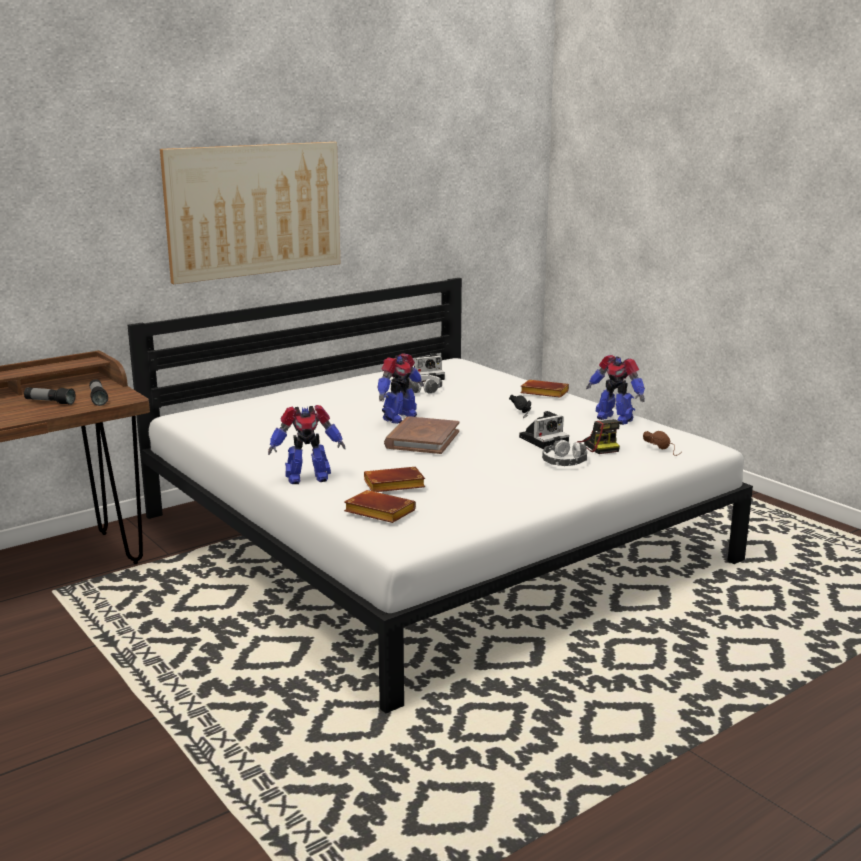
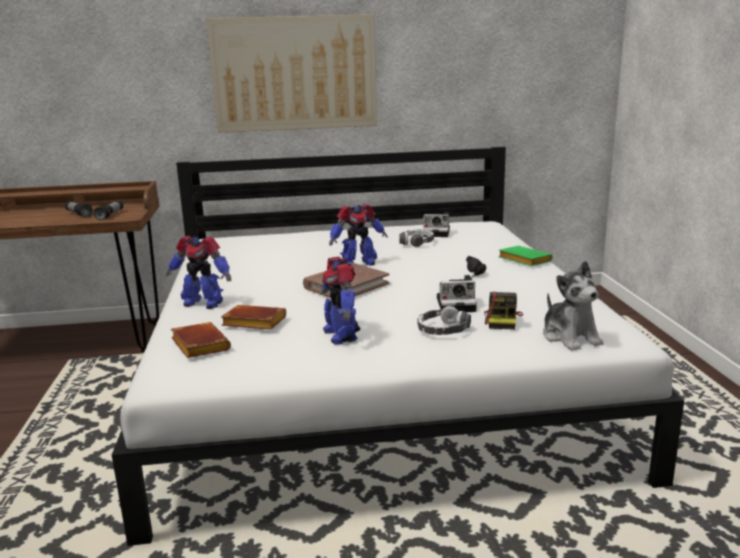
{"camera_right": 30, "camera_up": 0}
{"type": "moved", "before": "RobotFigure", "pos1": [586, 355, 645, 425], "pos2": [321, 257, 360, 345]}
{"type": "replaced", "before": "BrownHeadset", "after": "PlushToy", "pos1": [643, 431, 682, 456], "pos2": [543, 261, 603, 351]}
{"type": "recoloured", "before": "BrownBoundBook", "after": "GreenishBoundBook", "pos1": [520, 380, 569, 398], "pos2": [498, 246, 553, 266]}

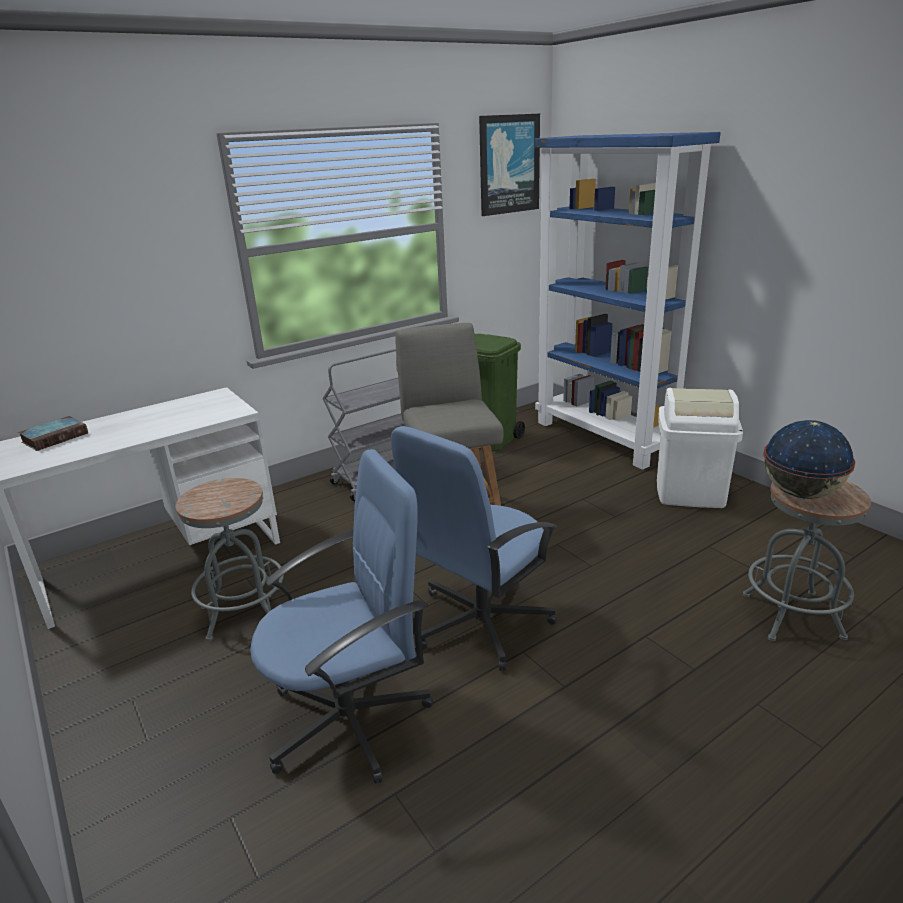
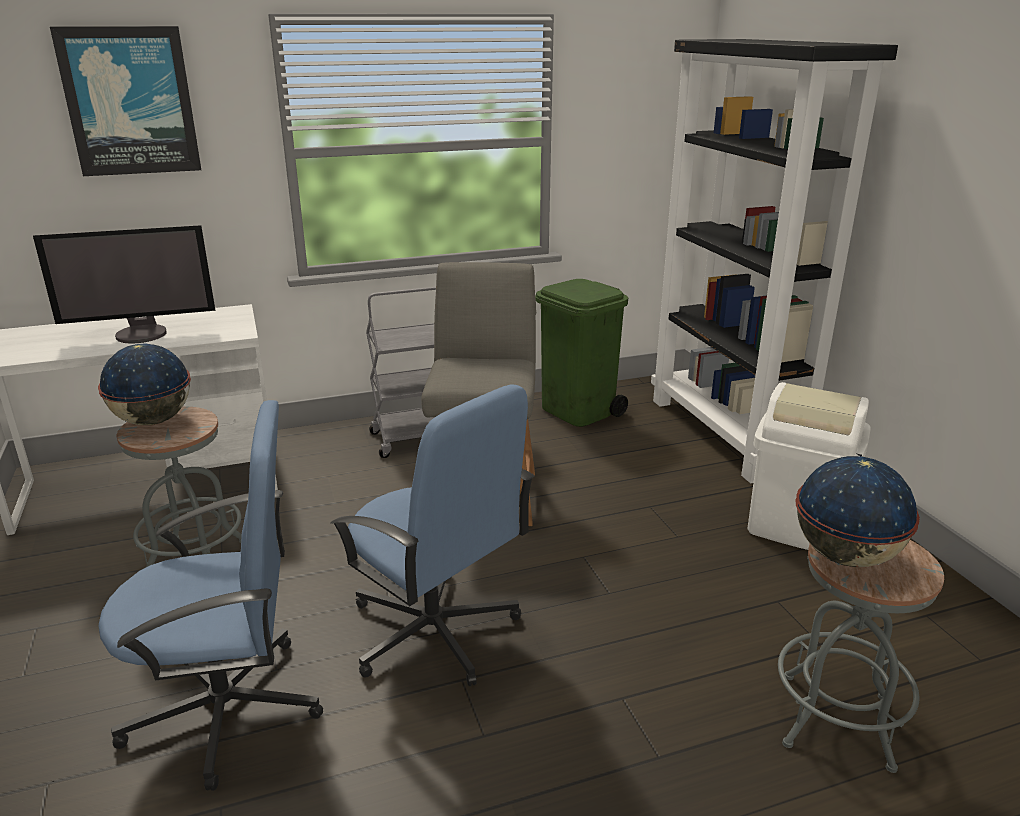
{"camera_right": 15, "camera_up": 0}
{"type": "removed", "before": "BoundBook", "pos1": [18, 416, 88, 451]}
{"type": "added", "after": "Monitor", "pos2": [33, 225, 215, 343]}
{"type": "added", "after": "Globe", "pos2": [98, 343, 191, 425]}
{"type": "moved", "before": "WallPicture", "pos1": [479, 114, 540, 216], "pos2": [50, 26, 201, 176]}
{"type": "recoloured", "before": "BluishBookcase", "after": "BlackishBookcase", "pos1": [535, 132, 721, 470], "pos2": [651, 39, 898, 483]}
{"type": "turned", "before": "BluishOfficeChair", "pos1": [391, 426, 557, 671], "pos2": [330, 384, 534, 686], "turn": -105}

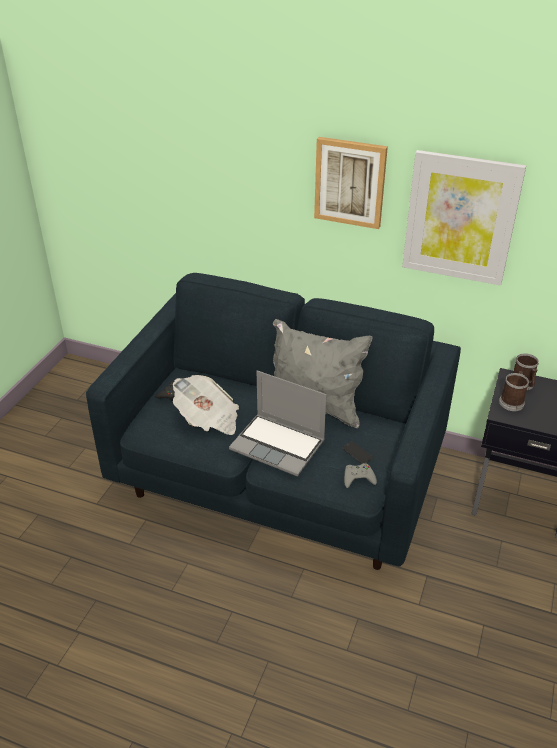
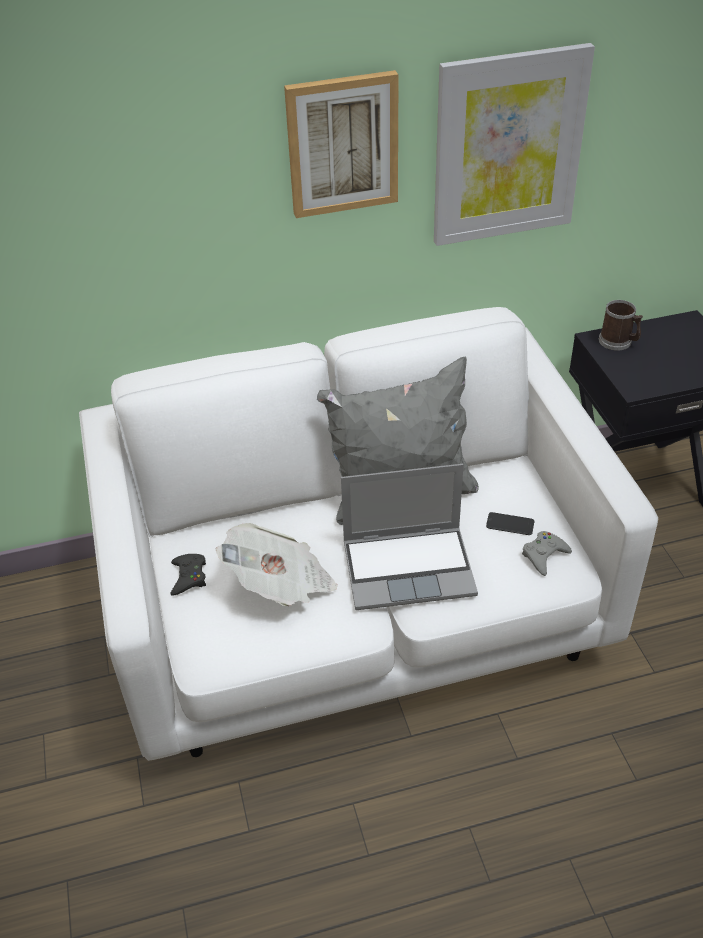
{"camera_right": -35, "camera_up": 5}
{"type": "removed", "before": "CoffeeMug", "pos1": [499, 371, 529, 411]}
{"type": "recoloured", "before": "BluishSettee", "after": "WhitishSettee", "pos1": [86, 273, 461, 570], "pos2": [79, 307, 658, 761]}

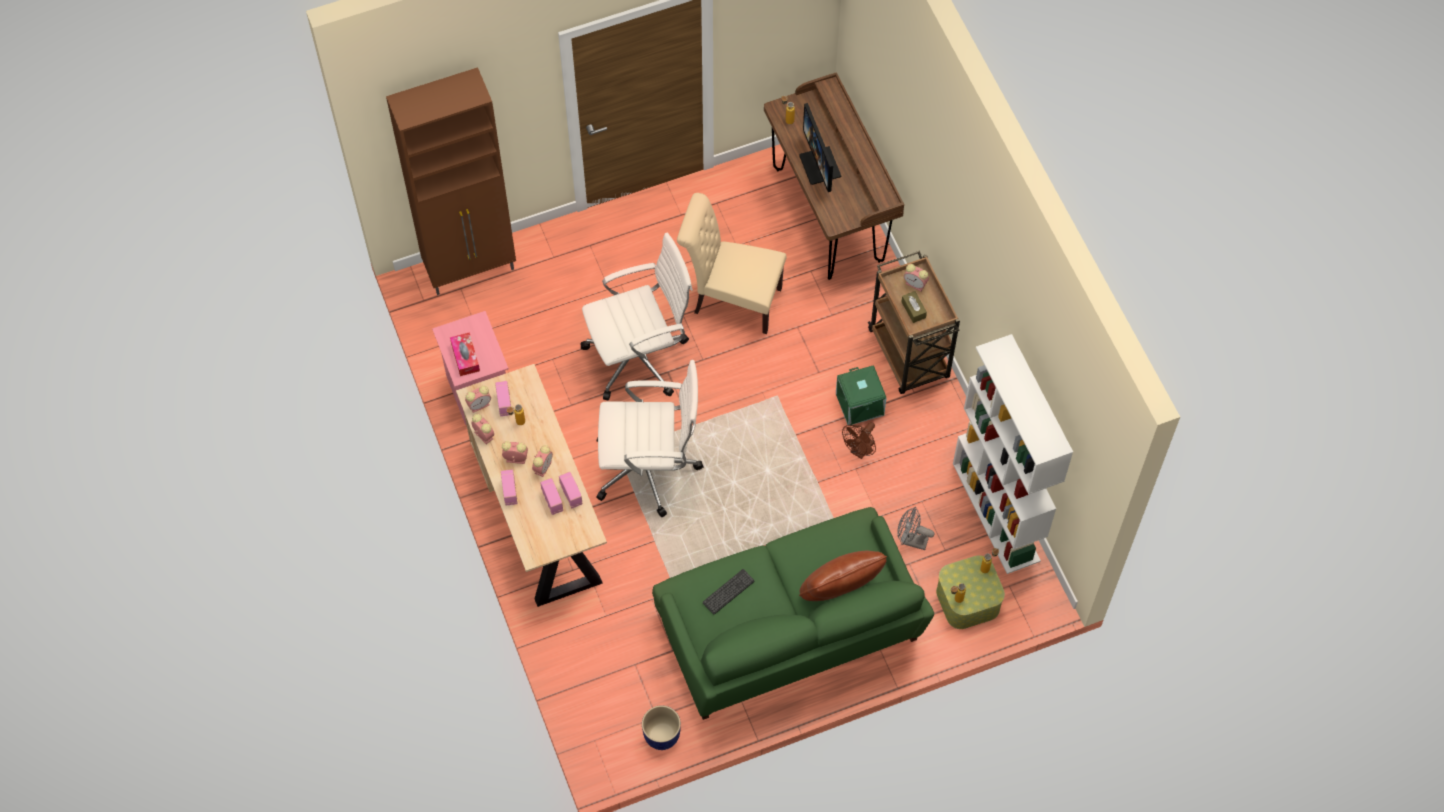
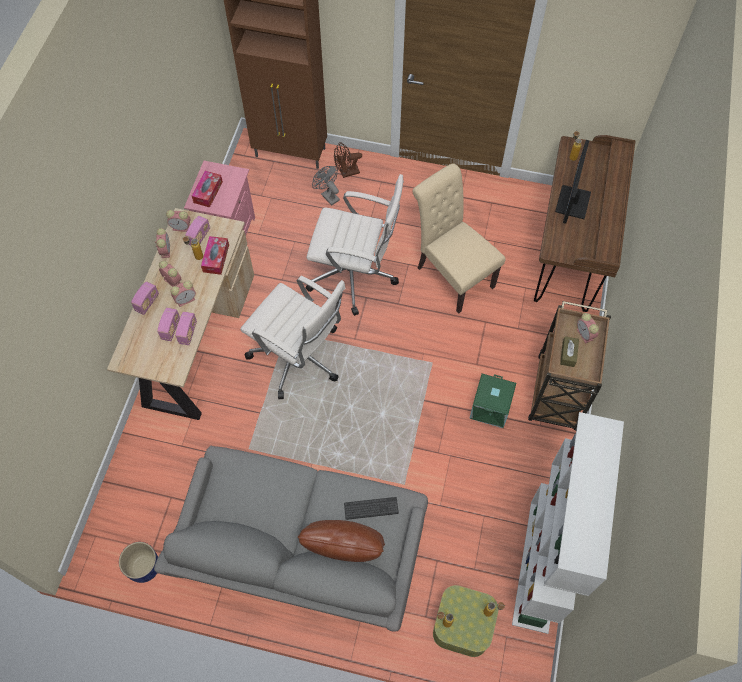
{"camera_right": 35, "camera_up": 0}
{"type": "added", "after": "BoxOfTissues", "pos2": [201, 236, 229, 275]}
{"type": "moved", "before": "Keyboard", "pos1": [703, 569, 754, 615], "pos2": [344, 497, 399, 520]}
{"type": "moved", "before": "BrownElectricFan", "pos1": [842, 422, 876, 459], "pos2": [334, 142, 362, 178]}
{"type": "moved", "before": "GreyishElectricFan", "pos1": [897, 507, 935, 550], "pos2": [312, 166, 340, 206]}
{"type": "recoloured", "before": "GreenishSettee", "after": "GreyishSettee", "pos1": [652, 507, 934, 720], "pos2": [154, 446, 428, 632]}

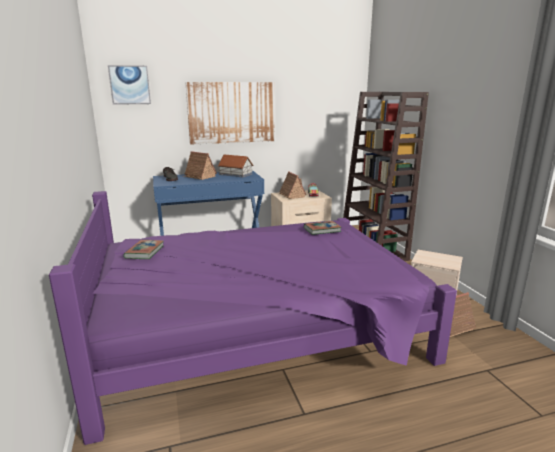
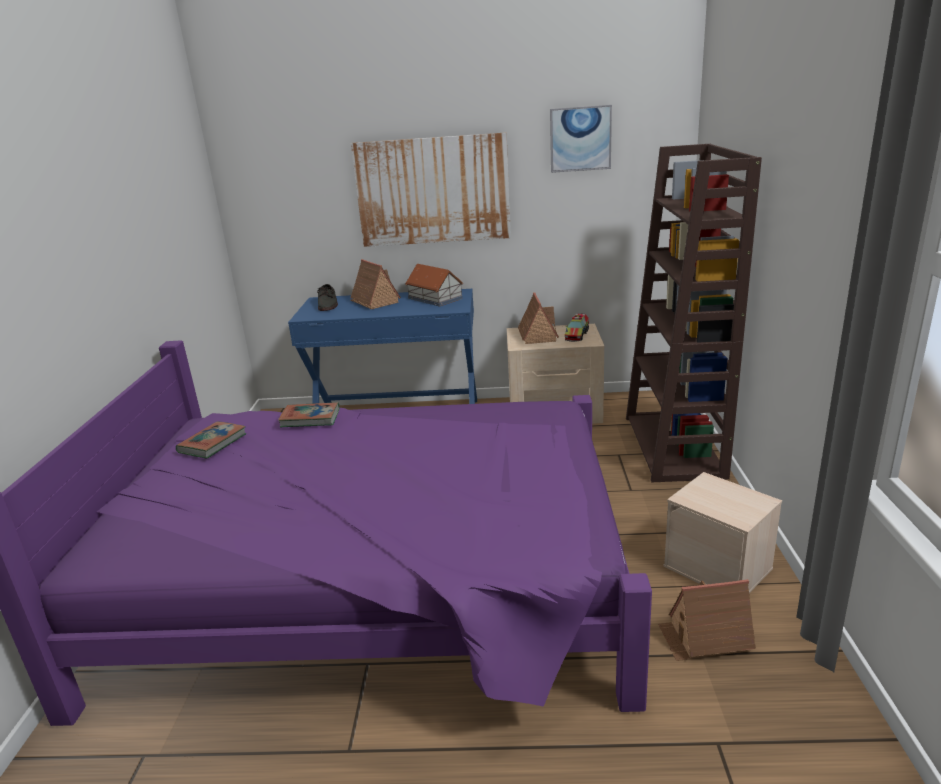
{"camera_right": 20, "camera_up": 5}
{"type": "moved", "before": "WallPicture", "pos1": [108, 65, 151, 105], "pos2": [550, 105, 612, 173]}
{"type": "moved", "before": "BoundBook", "pos1": [304, 221, 342, 235], "pos2": [278, 402, 340, 427]}

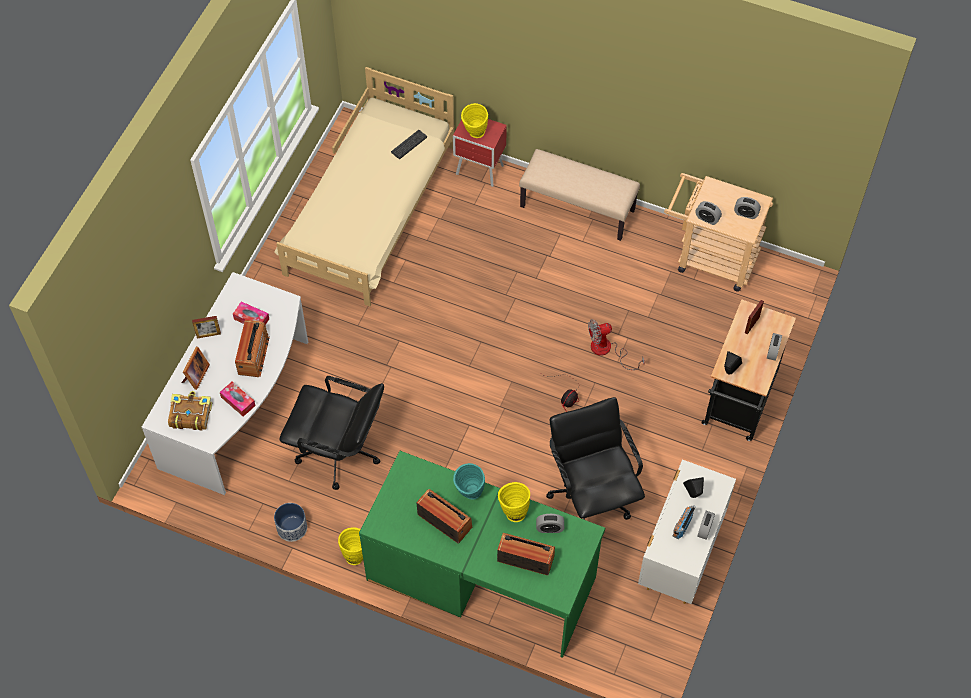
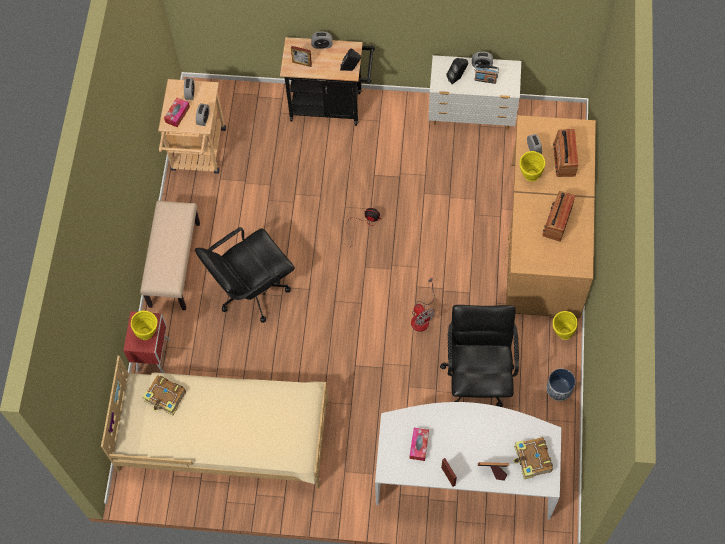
{"camera_right": -105, "camera_up": 5}
{"type": "removed", "before": "RadioSet", "pos1": [235, 320, 270, 377]}
{"type": "removed", "before": "BlueGreenDecorativeVase", "pos1": [453, 463, 485, 499]}
{"type": "moved", "before": "BoxOfTissues", "pos1": [220, 382, 256, 417], "pos2": [164, 98, 190, 127]}
{"type": "moved", "before": "BlackishOfficeChair", "pos1": [546, 397, 645, 520], "pos2": [195, 227, 295, 323]}
{"type": "moved", "before": "ElectricFan", "pos1": [588, 319, 645, 370], "pos2": [411, 277, 435, 332]}
{"type": "replaced", "before": "Keyboard", "after": "BoundBook", "pos1": [391, 130, 427, 159], "pos2": [143, 375, 186, 415]}
{"type": "recoloured", "before": "GreenishDeskTable", "after": "BrownDeskTable", "pos1": [359, 451, 605, 658], "pos2": [505, 115, 596, 318]}

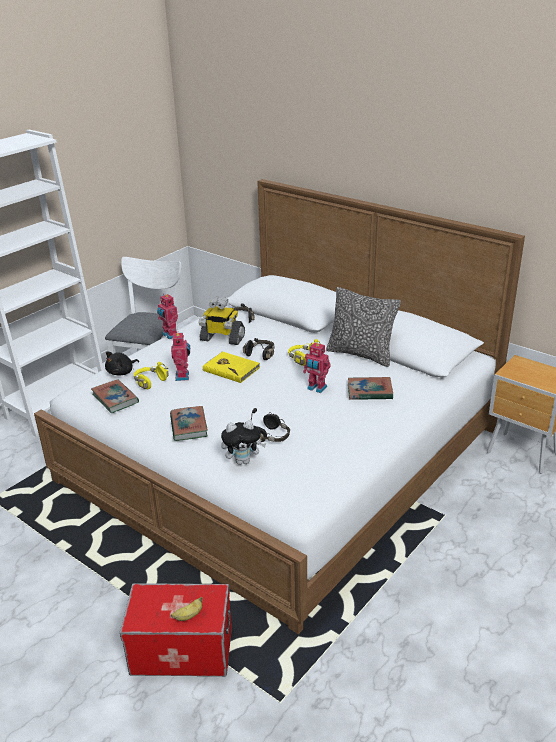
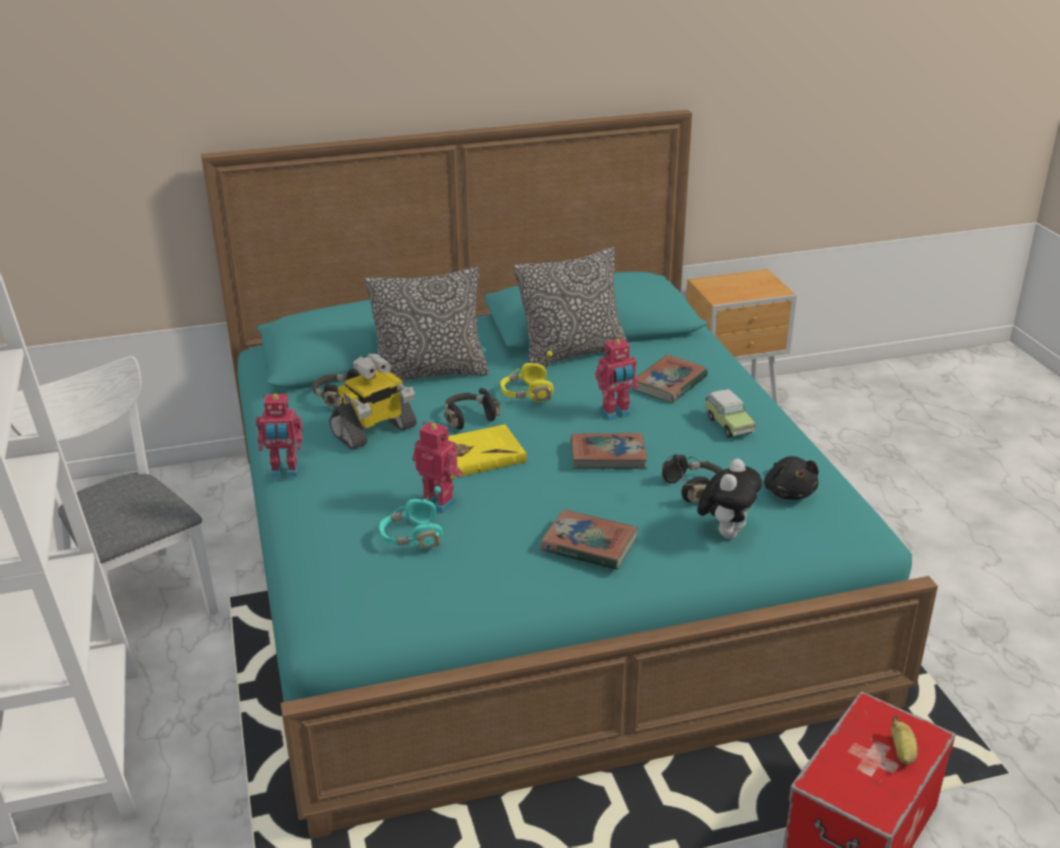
{"camera_right": -55, "camera_up": 0}
{"type": "added", "after": "Pillow", "pos2": [365, 267, 489, 381]}
{"type": "added", "after": "ModelCar", "pos2": [704, 389, 756, 438]}
{"type": "moved", "before": "BoundBook", "pos1": [91, 379, 139, 413], "pos2": [571, 433, 647, 469]}
{"type": "moved", "before": "BlackishPlushToy", "pos1": [105, 352, 139, 375], "pos2": [764, 456, 819, 500]}
{"type": "recoloured", "before": "WhitishSleepingBed", "after": "BlueGreenSleepingBed", "pos1": [34, 179, 525, 634], "pos2": [201, 110, 938, 839]}
{"type": "recoloured", "before": "YellowColouredHeadset", "after": "BlueGreenHeadset", "pos1": [134, 362, 169, 389], "pos2": [379, 486, 443, 549]}

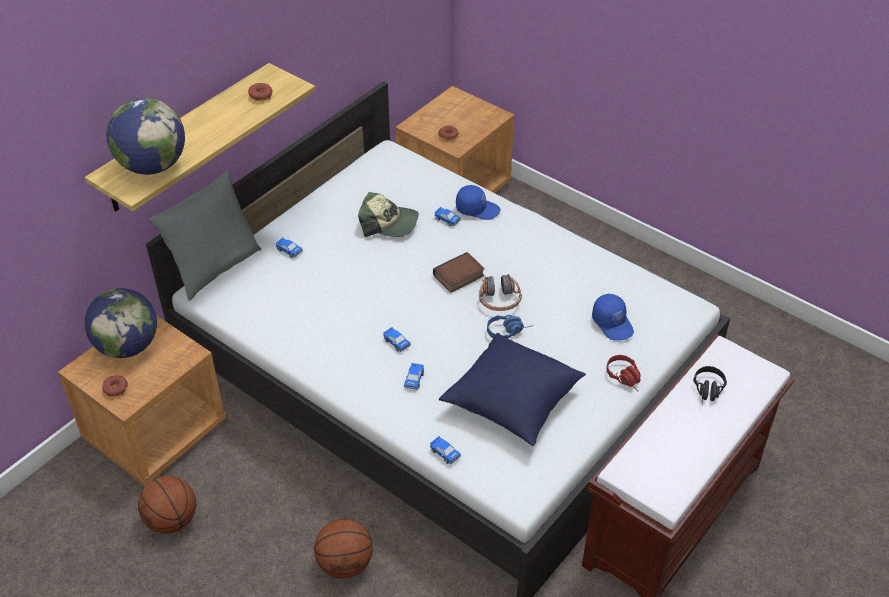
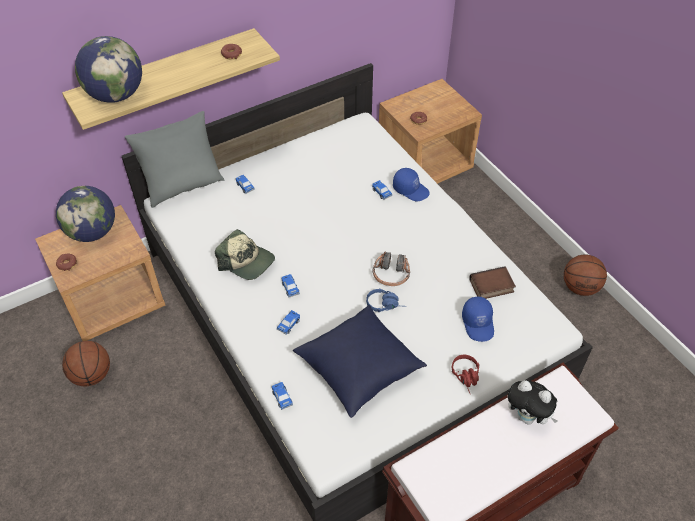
{"camera_right": 20, "camera_up": 5}
{"type": "moved", "before": "BallForBasketball", "pos1": [314, 519, 373, 579], "pos2": [564, 255, 607, 296]}
{"type": "moved", "before": "BaseballCap", "pos1": [358, 192, 419, 237], "pos2": [215, 229, 275, 280]}
{"type": "moved", "before": "BoundBook", "pos1": [433, 252, 485, 293], "pos2": [469, 266, 516, 299]}
{"type": "replaced", "before": "BlackishHeadset", "after": "PlushToy", "pos1": [693, 366, 727, 403], "pos2": [507, 380, 558, 425]}

